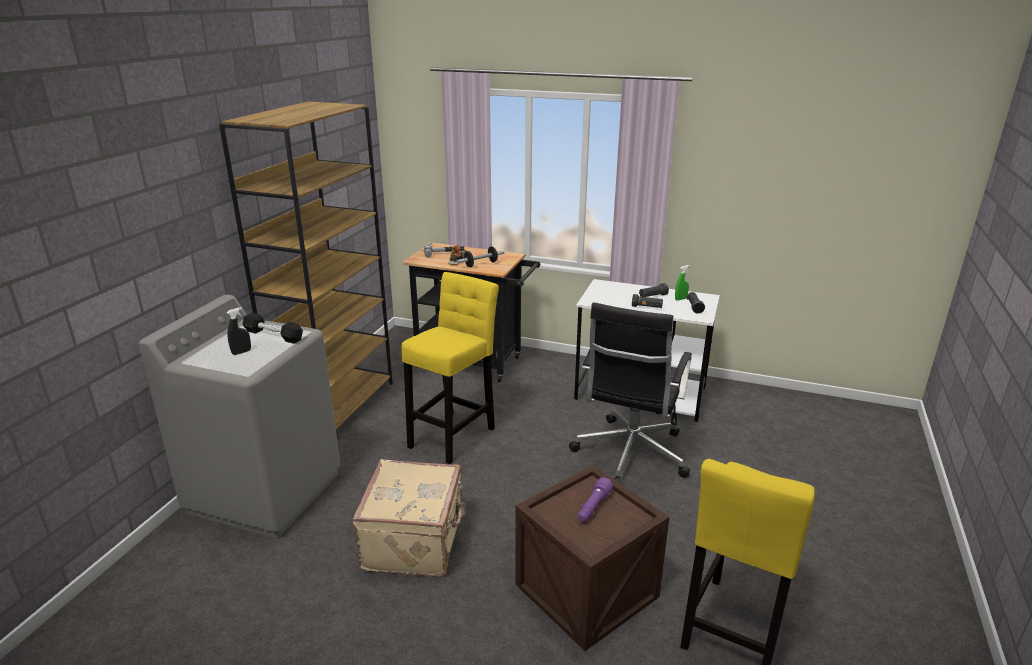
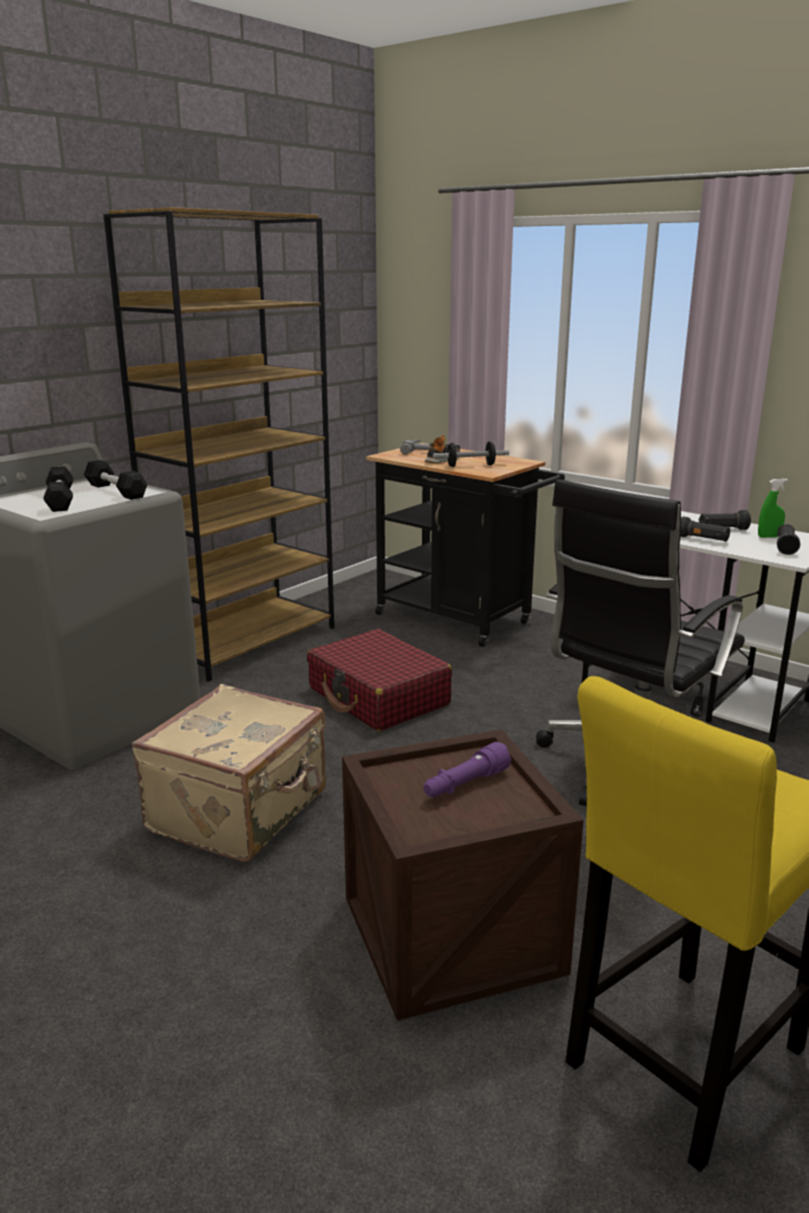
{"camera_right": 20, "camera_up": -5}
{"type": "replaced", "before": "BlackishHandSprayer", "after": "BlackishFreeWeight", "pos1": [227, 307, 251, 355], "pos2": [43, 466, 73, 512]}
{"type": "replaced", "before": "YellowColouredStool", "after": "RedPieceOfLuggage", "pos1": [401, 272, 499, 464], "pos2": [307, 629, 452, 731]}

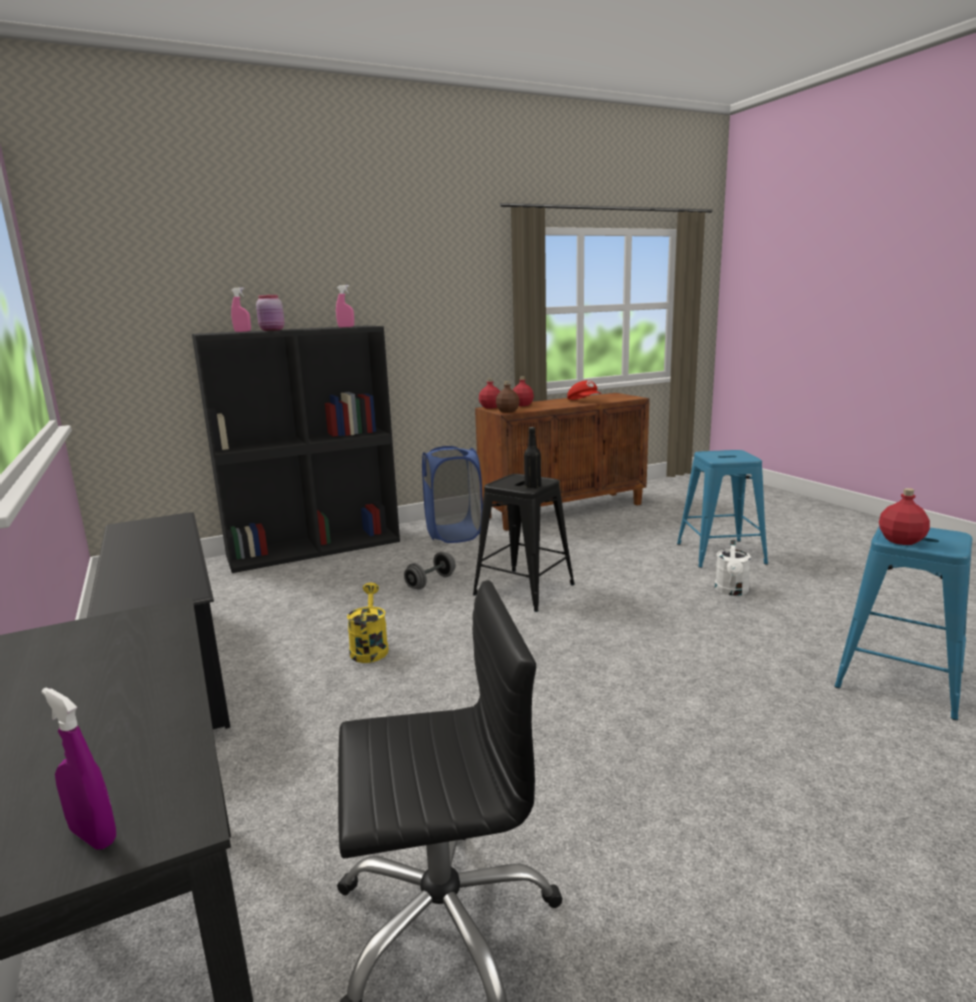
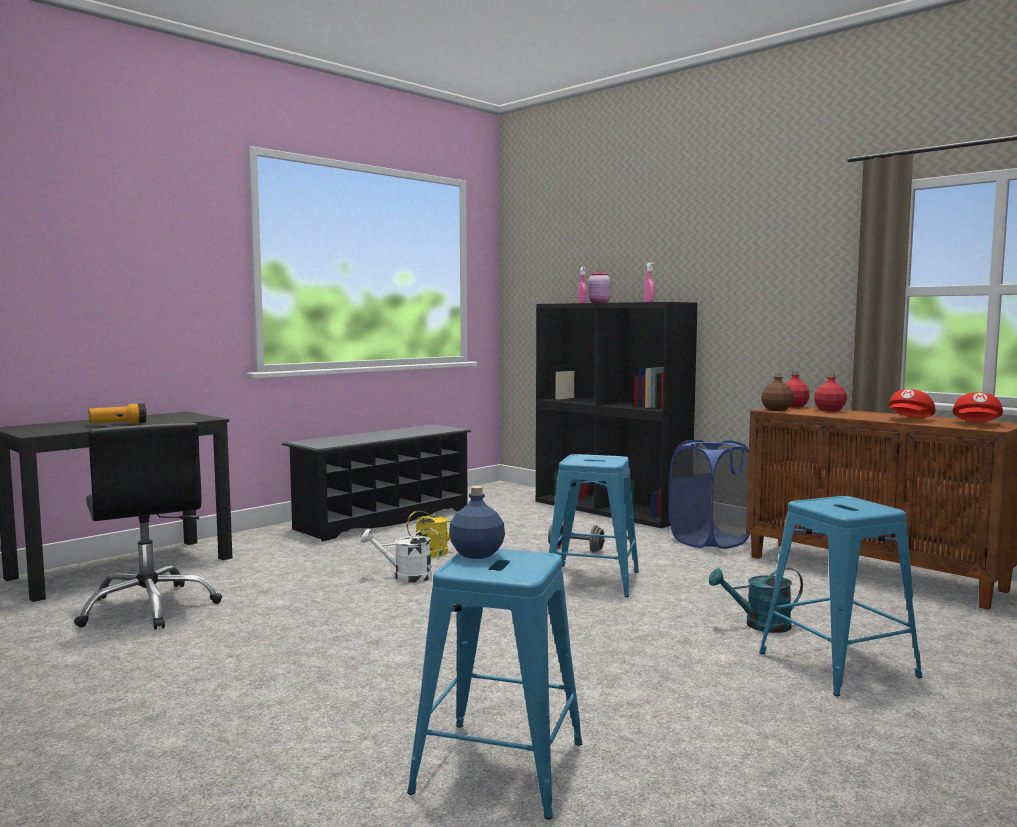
{"camera_right": 70, "camera_up": -10}
{"type": "removed", "before": "PurpleHandSprayer", "pos1": [41, 688, 116, 850]}
{"type": "removed", "before": "BlackishBottle", "pos1": [524, 427, 541, 488]}
{"type": "added", "after": "Torch", "pos2": [88, 403, 147, 424]}
{"type": "added", "after": "BlueGreenSprinklingCan", "pos2": [709, 568, 803, 633]}
{"type": "added", "after": "RedBaseballCap", "pos2": [952, 392, 1003, 422]}
{"type": "moved", "before": "WhitishSprinklingCan", "pos1": [715, 540, 751, 596], "pos2": [361, 528, 441, 582]}
{"type": "recoloured", "before": "BlackishStool", "after": "BluishStool", "pos1": [473, 474, 575, 612], "pos2": [549, 454, 639, 597]}
{"type": "recoloured", "before": "RedBottle", "after": "BluishBottle", "pos1": [879, 488, 930, 545], "pos2": [449, 486, 505, 559]}

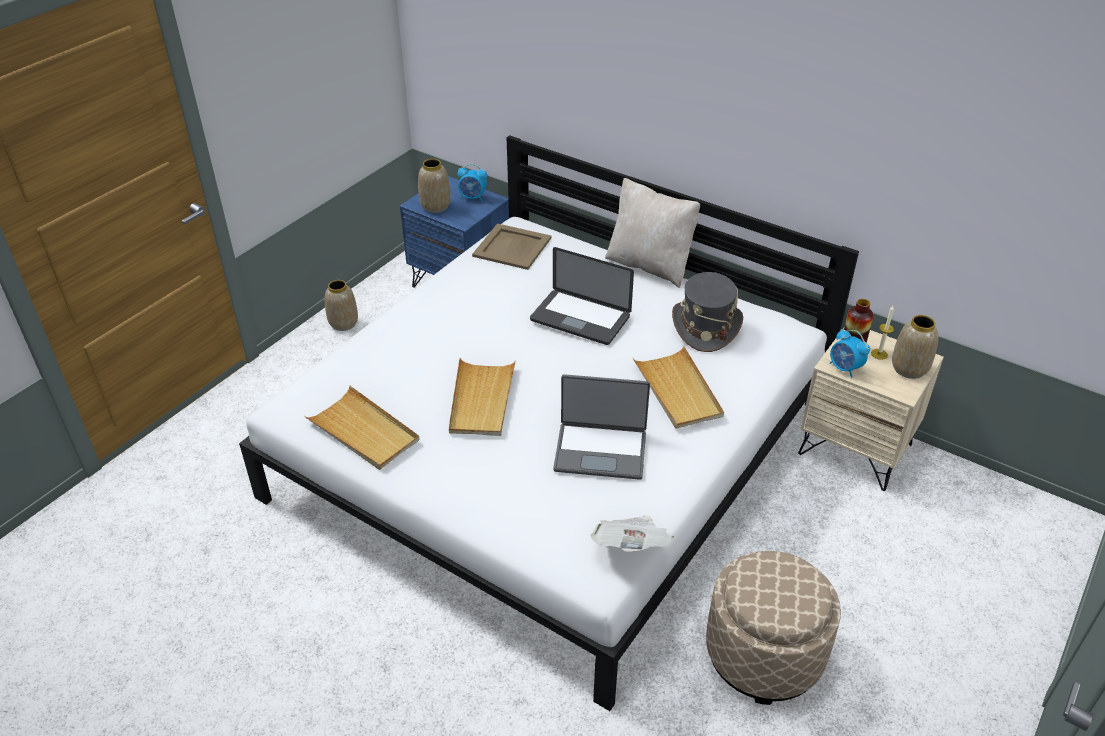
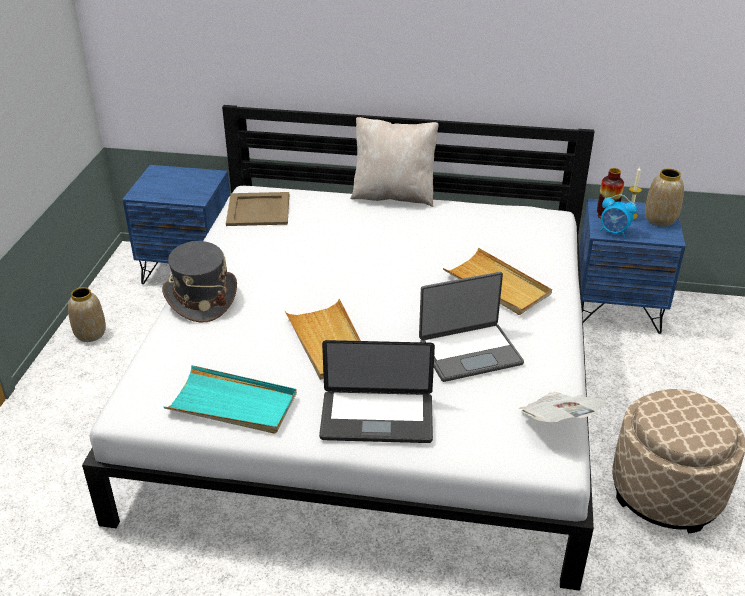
{"camera_right": -25, "camera_up": -5}
{"type": "removed", "before": "DecorativeVase", "pos1": [418, 159, 451, 213]}
{"type": "removed", "before": "TableClock", "pos1": [457, 164, 487, 201]}
{"type": "moved", "before": "PortableComputer", "pos1": [530, 247, 634, 345], "pos2": [319, 340, 435, 443]}
{"type": "moved", "before": "GreyishHat", "pos1": [672, 272, 743, 352], "pos2": [162, 241, 237, 323]}
{"type": "recoloured", "before": "BeigeServingTray", "after": "BlueGreenServingTray", "pos1": [304, 386, 420, 470], "pos2": [164, 365, 297, 434]}
{"type": "recoloured", "before": "BeigeNightTable", "after": "BluishNightTable", "pos1": [798, 328, 944, 491], "pos2": [579, 199, 686, 334]}

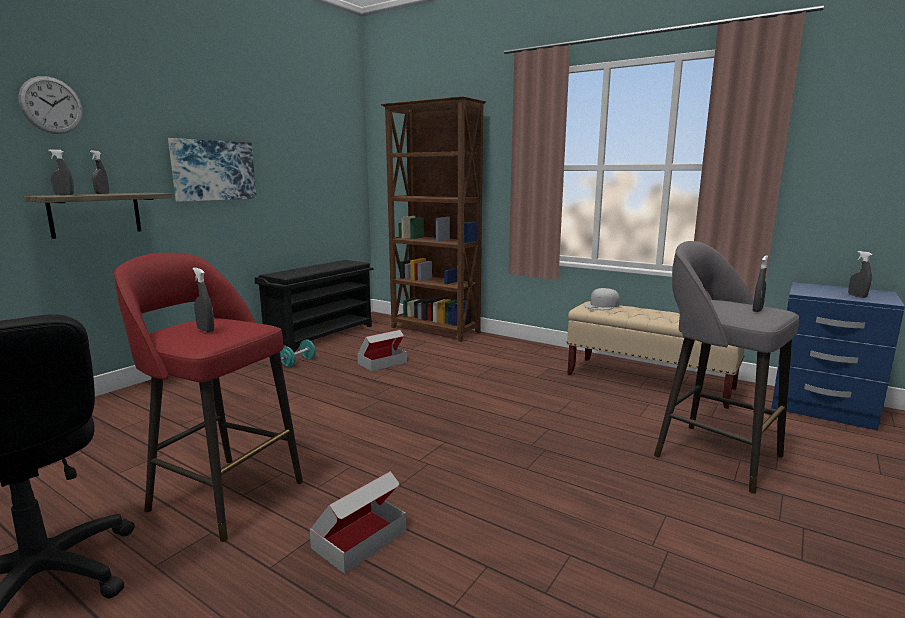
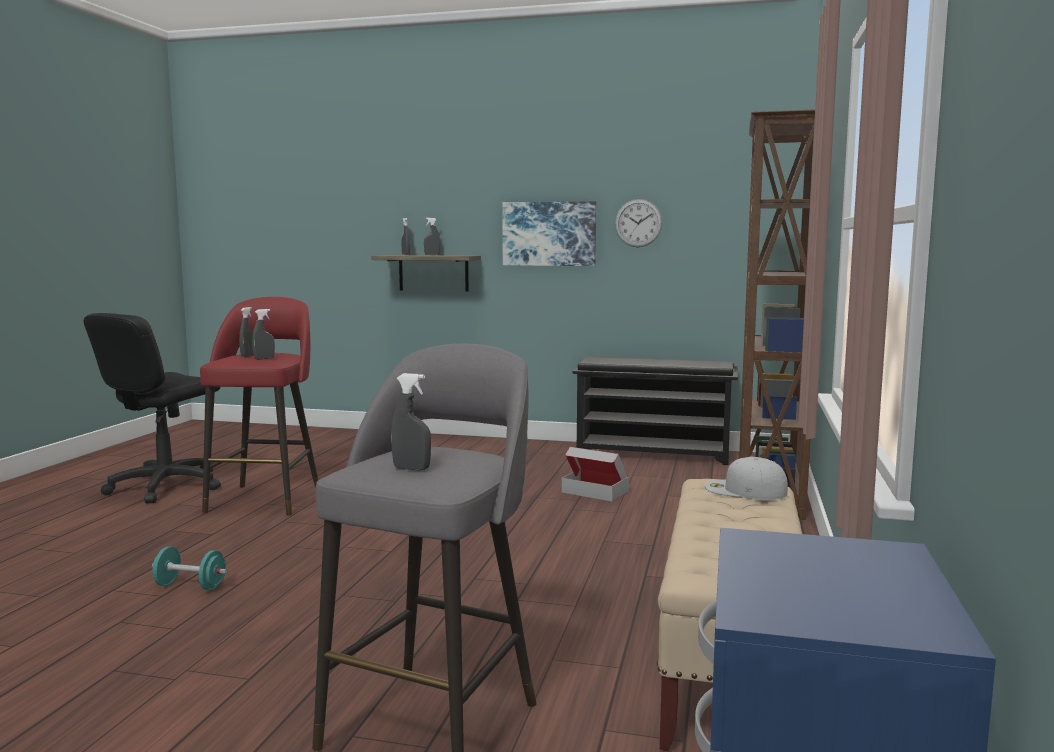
{"camera_right": 70, "camera_up": -5}
{"type": "removed", "before": "PackingBox", "pos1": [310, 471, 407, 574]}
{"type": "moved", "before": "WallClock", "pos1": [18, 76, 83, 134], "pos2": [615, 199, 662, 247]}
{"type": "moved", "before": "BlueGreenFreeWeight", "pos1": [280, 339, 316, 367], "pos2": [152, 547, 228, 590]}
{"type": "moved", "before": "GreyishHandSprayer", "pos1": [848, 251, 872, 298], "pos2": [252, 309, 275, 360]}

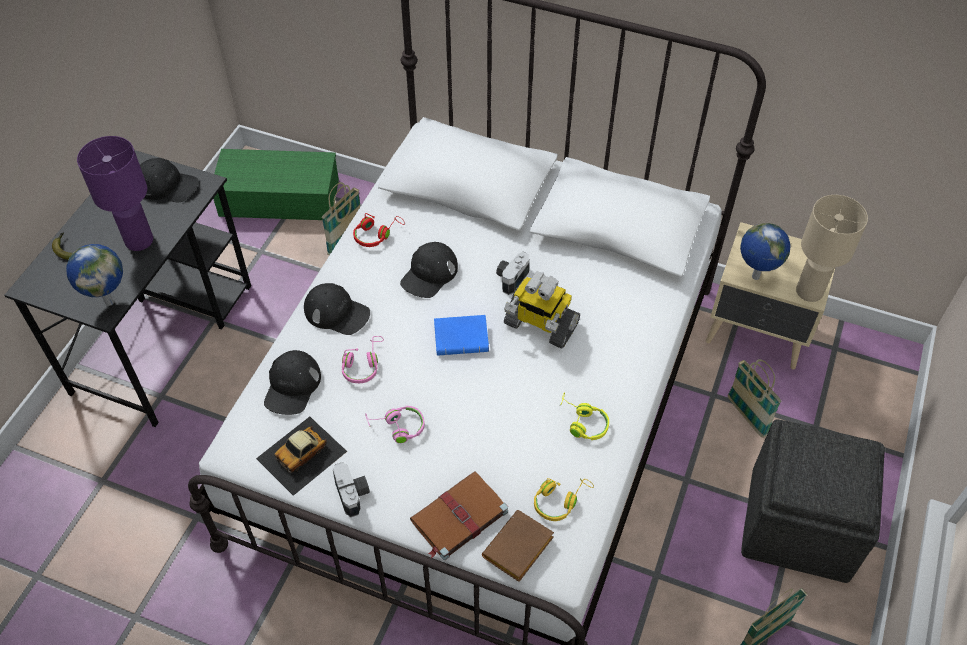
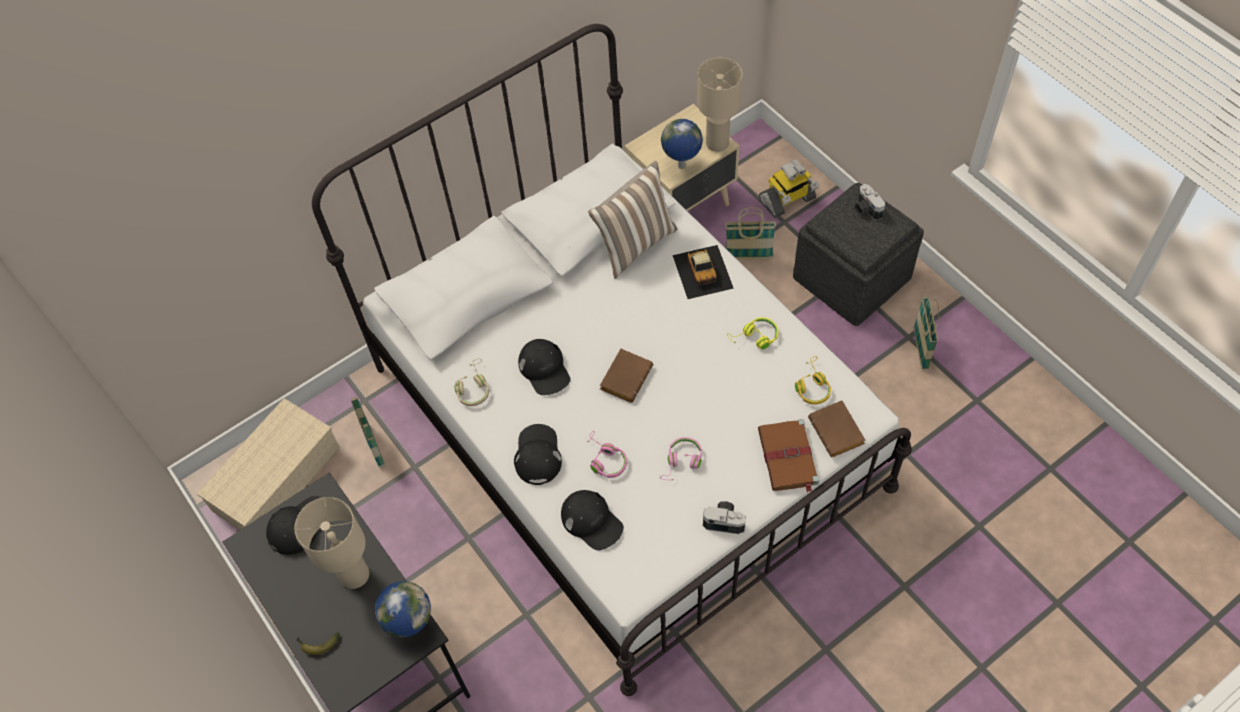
{"camera_right": -55, "camera_up": 5}
{"type": "added", "after": "Pillow", "pos2": [588, 161, 677, 279]}
{"type": "moved", "before": "ModelCar", "pos1": [256, 417, 347, 496], "pos2": [673, 245, 734, 299]}
{"type": "moved", "before": "StillCamera", "pos1": [496, 252, 529, 295], "pos2": [855, 184, 885, 221]}
{"type": "moved", "before": "RobotFigure", "pos1": [504, 271, 580, 349], "pos2": [759, 159, 819, 218]}
{"type": "recoloured", "before": "PurpleLampForATable", "after": "BeigeLampForATable", "pos1": [77, 136, 153, 251], "pos2": [295, 497, 369, 589]}
{"type": "recoloured", "before": "GreenishStorageBox", "after": "BeigeStorageBox", "pos1": [213, 149, 339, 220], "pos2": [197, 398, 340, 530]}
{"type": "recoloured", "before": "RedHeadset", "after": "BeigeHeadset", "pos1": [353, 213, 405, 247], "pos2": [455, 359, 489, 406]}
{"type": "recoloured", "before": "BluishBoundBook", "after": "BrownBoundBook", "pos1": [434, 315, 489, 356], "pos2": [600, 349, 653, 403]}
{"type": "turned", "before": "BlackishBaseballCap", "pos1": [304, 283, 370, 335], "pos2": [514, 424, 562, 485], "turn": -60}

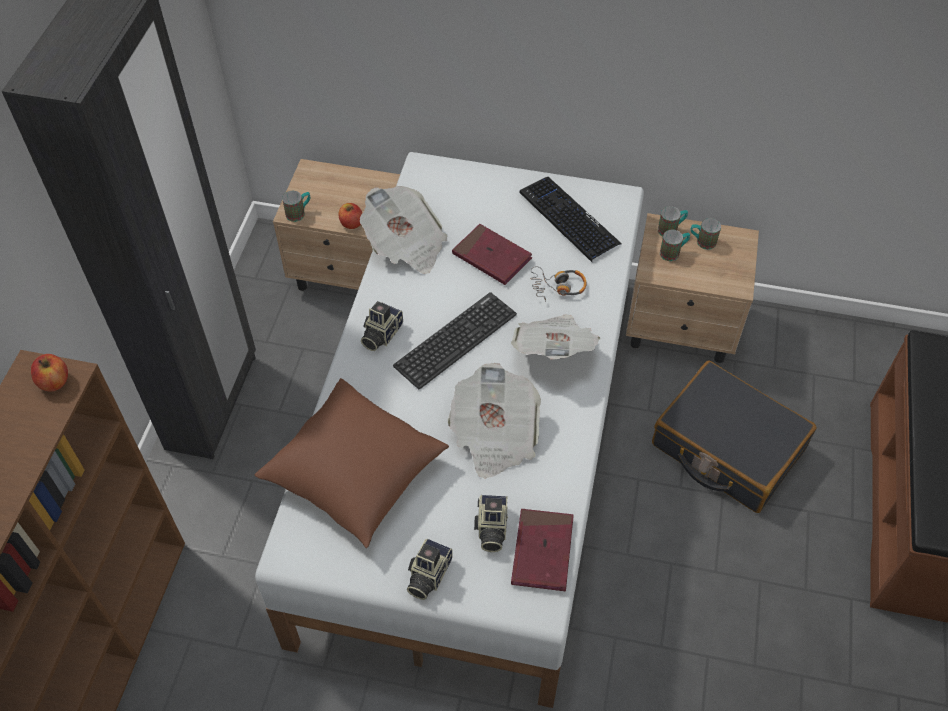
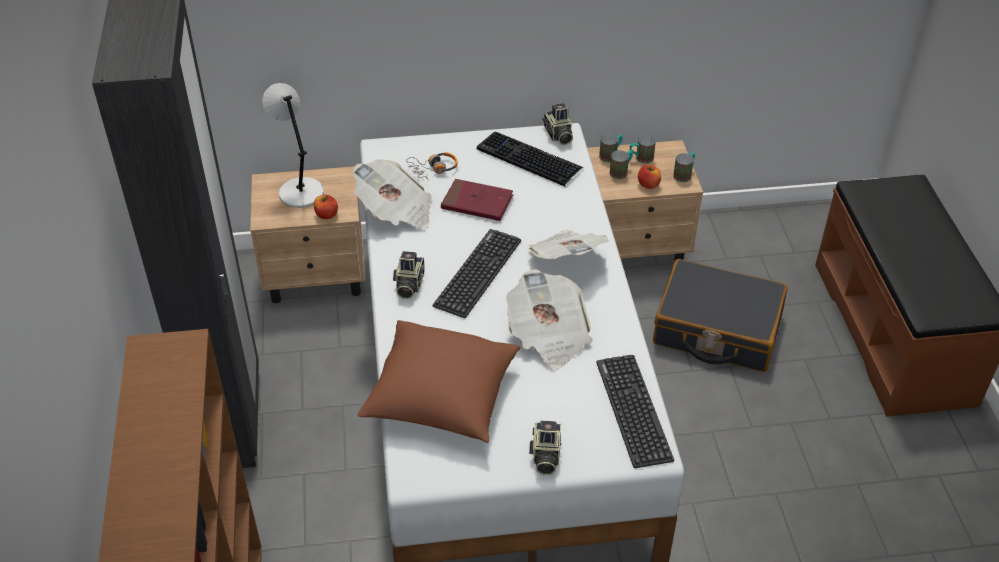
{"camera_right": -20, "camera_up": -10}
{"type": "added", "after": "GreyishLampForATable", "pos2": [262, 83, 324, 208]}
{"type": "moved", "before": "AppleFruit", "pos1": [31, 354, 68, 391], "pos2": [638, 165, 661, 189]}
{"type": "moved", "before": "CoffeeMug", "pos1": [282, 191, 311, 222], "pos2": [673, 152, 695, 182]}
{"type": "moved", "before": "StillCamera", "pos1": [474, 495, 508, 552], "pos2": [543, 103, 573, 145]}
{"type": "moved", "before": "Headset", "pos1": [530, 266, 586, 302], "pos2": [406, 152, 458, 179]}
{"type": "replaced", "before": "RedBoundBook", "after": "Keyboard", "pos1": [511, 509, 574, 591], "pos2": [596, 355, 674, 468]}

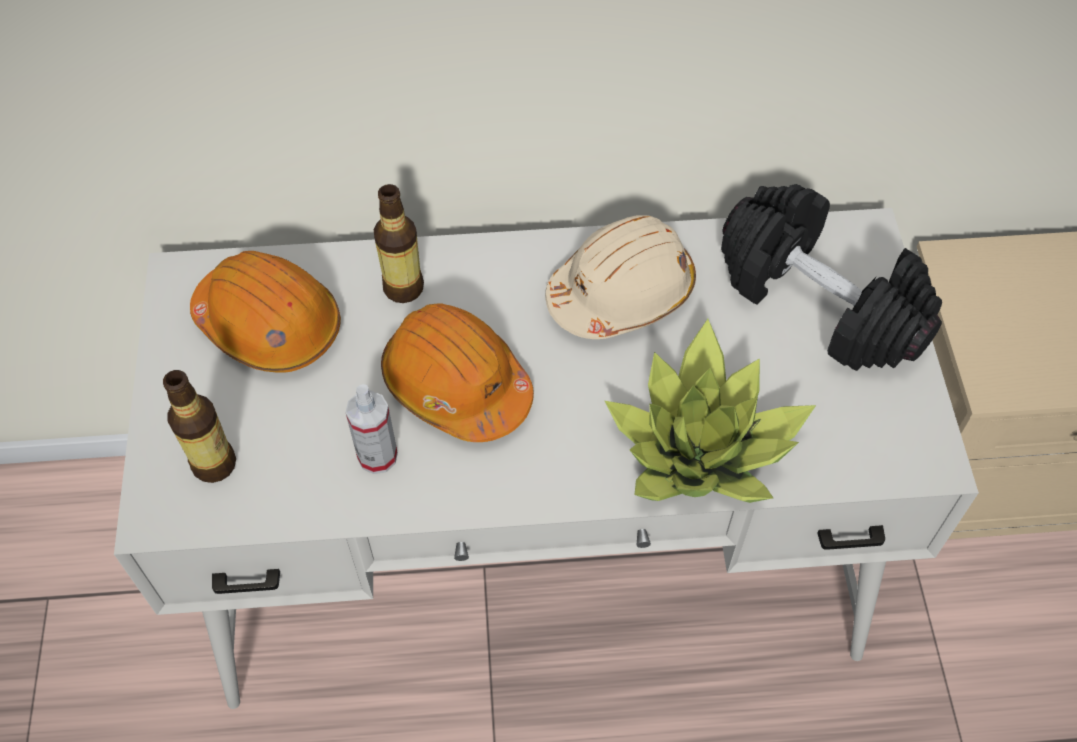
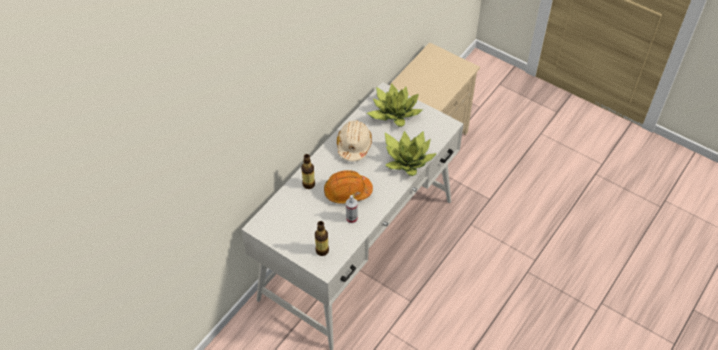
{"camera_right": -50, "camera_up": -5}
{"type": "removed", "before": "OrangeColouredSafetyHelmet", "pos1": [190, 251, 341, 373]}
{"type": "replaced", "before": "BlackishFreeWeight", "after": "PottedPlant", "pos1": [721, 184, 942, 371], "pos2": [367, 83, 422, 127]}

